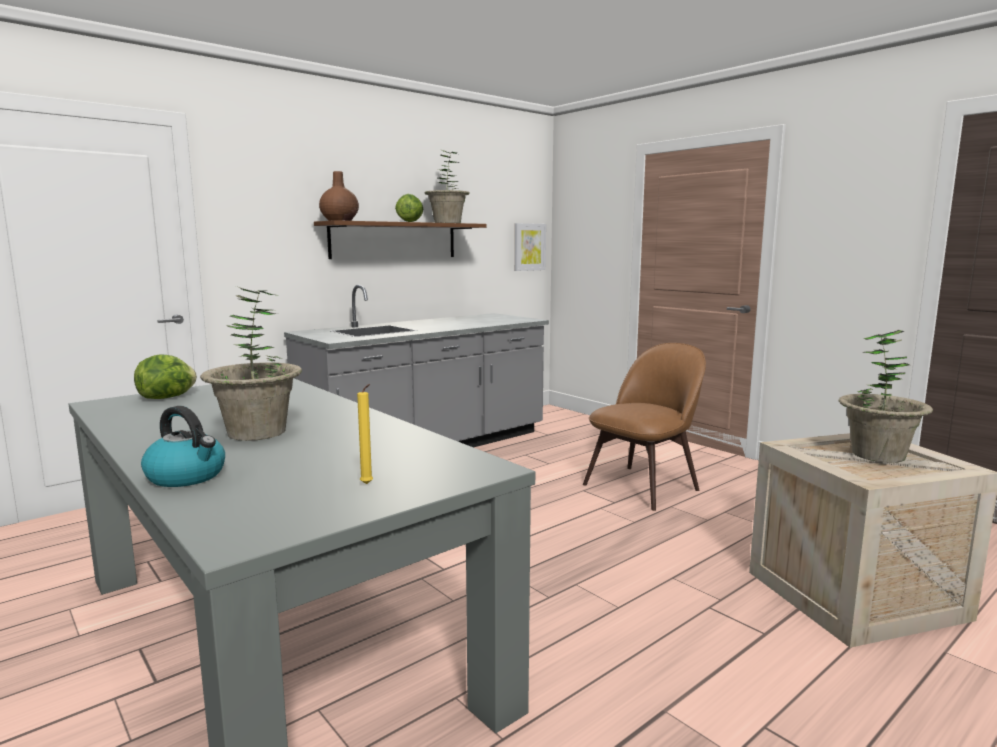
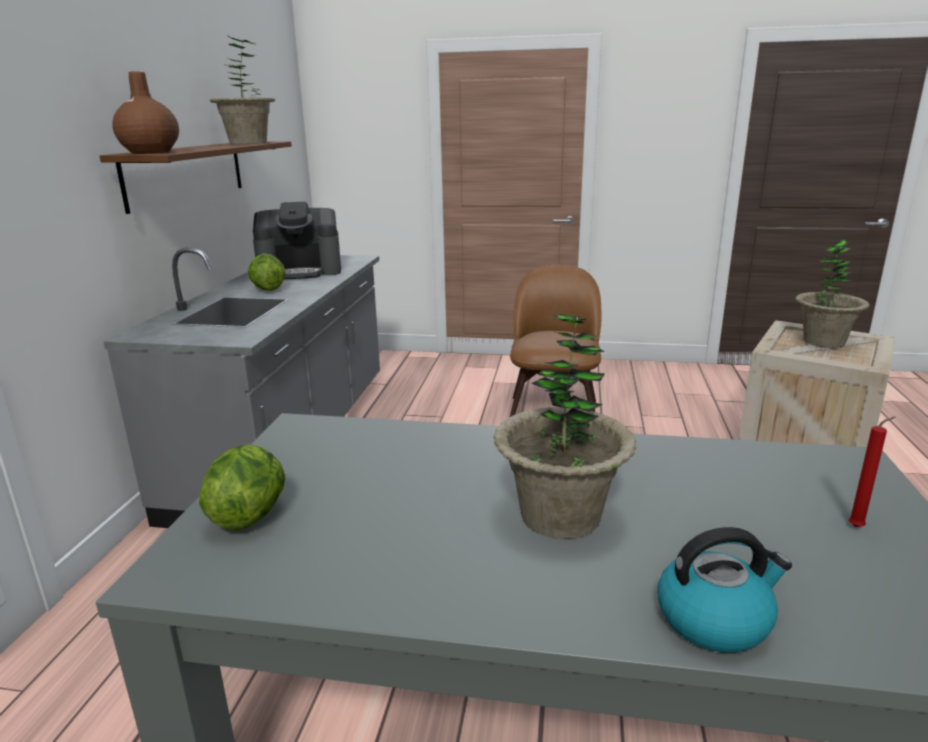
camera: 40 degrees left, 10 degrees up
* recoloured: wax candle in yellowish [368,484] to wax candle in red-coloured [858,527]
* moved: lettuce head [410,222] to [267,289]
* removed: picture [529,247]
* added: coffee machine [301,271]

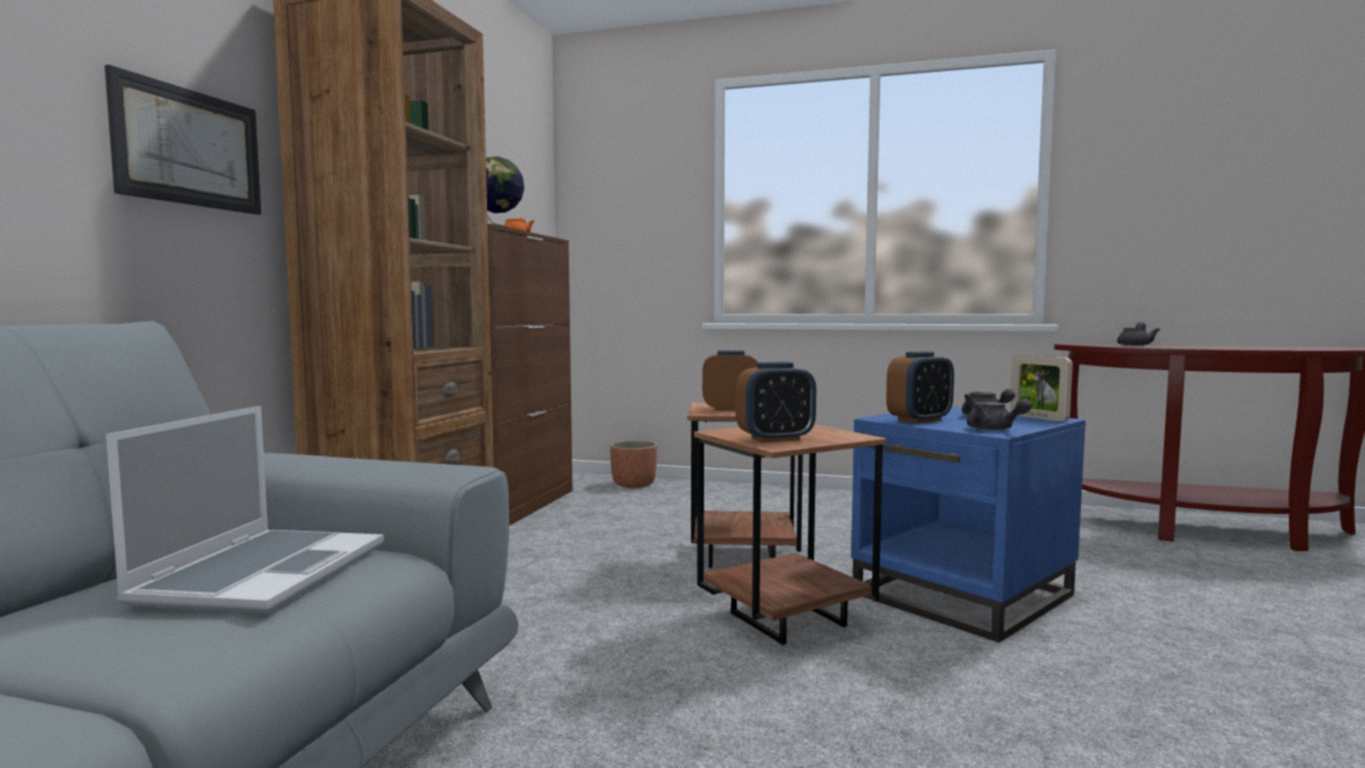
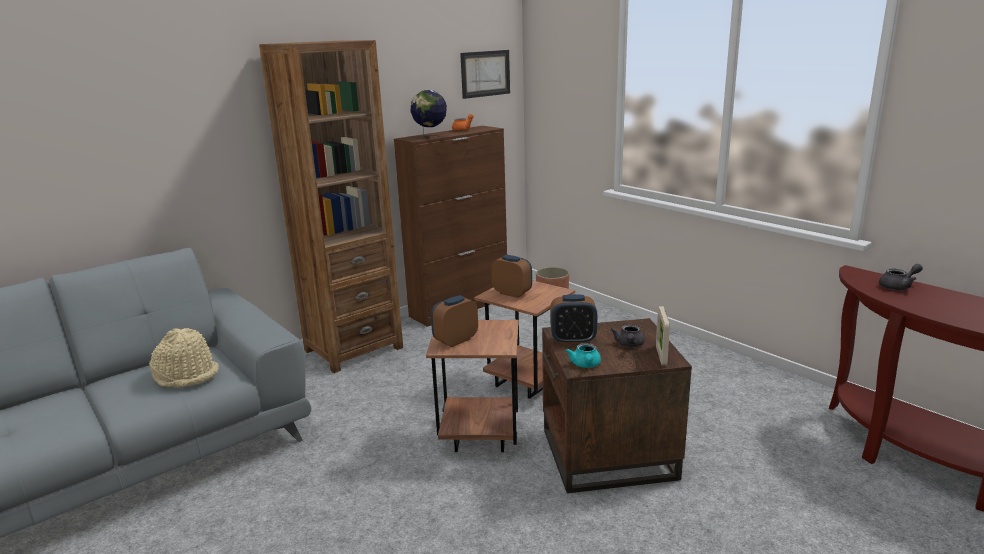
camera: 35 degrees right, 15 degrees up
* moved: picture [189,148] to [485,73]
* replaced: portable computer [263,572] to hat in beige [187,375]
* turned: table clock [775,439] = [455,340] 120 degrees clockwise
* recoloured: side table in blue [964,595] to side table in brown-coloured [608,455]
* recoloured: teapot in grey [994,429] to teapot in turquoise [585,365]

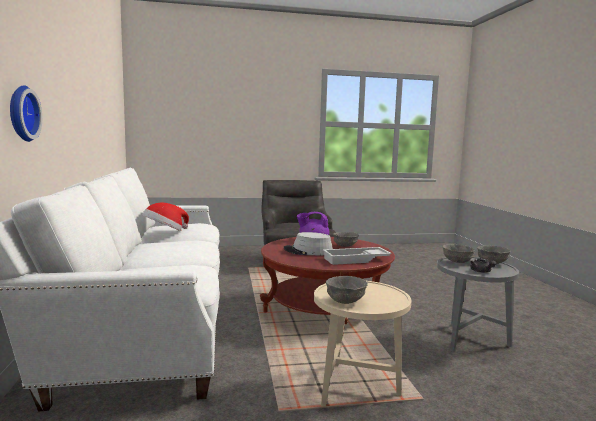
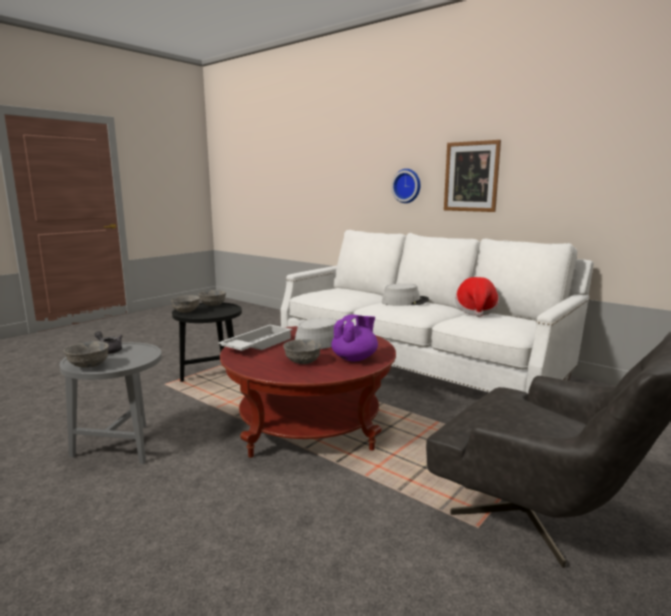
camera: 140 degrees right, 5 degrees up
* recoloured: side table in beige [356,388] to side table in blackish [211,377]
* moved: deep dish in grey [457,261] to [186,311]
* added: hat in grey [405,302]
* added: picture [471,176]

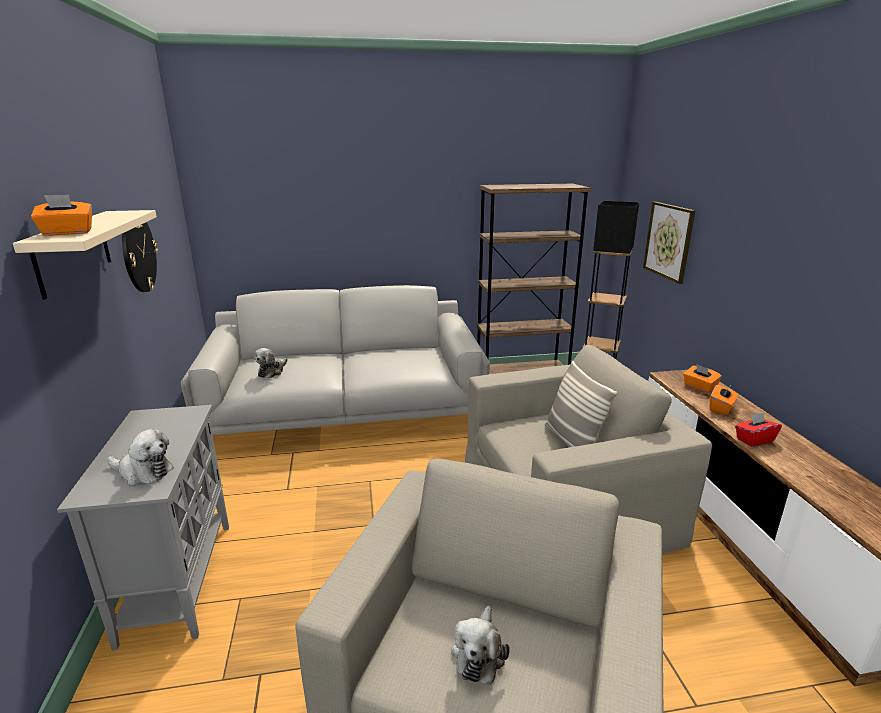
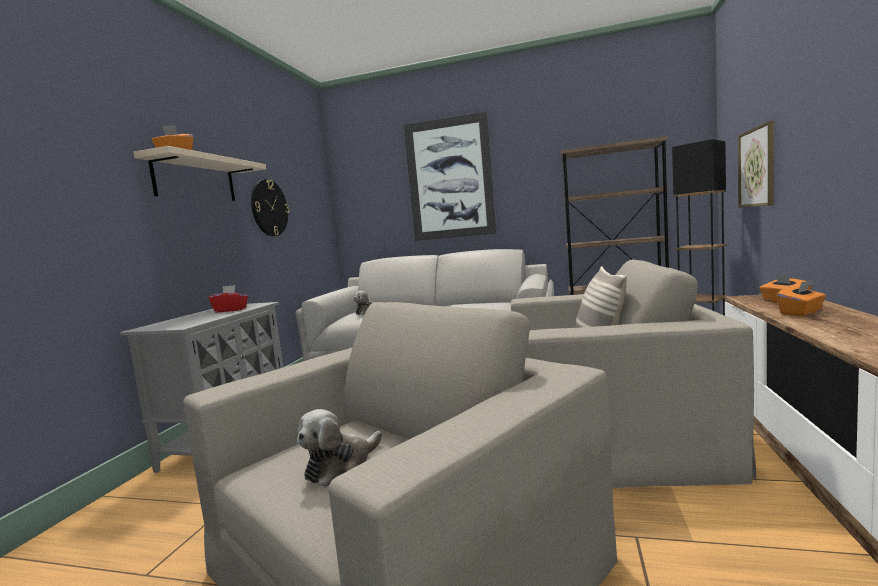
camera: 25 degrees right, 15 degrees down
* removed: plush toy [143,472]
* moved: tissue box in red-coloured [754,440] to [231,310]
* added: picture [449,179]

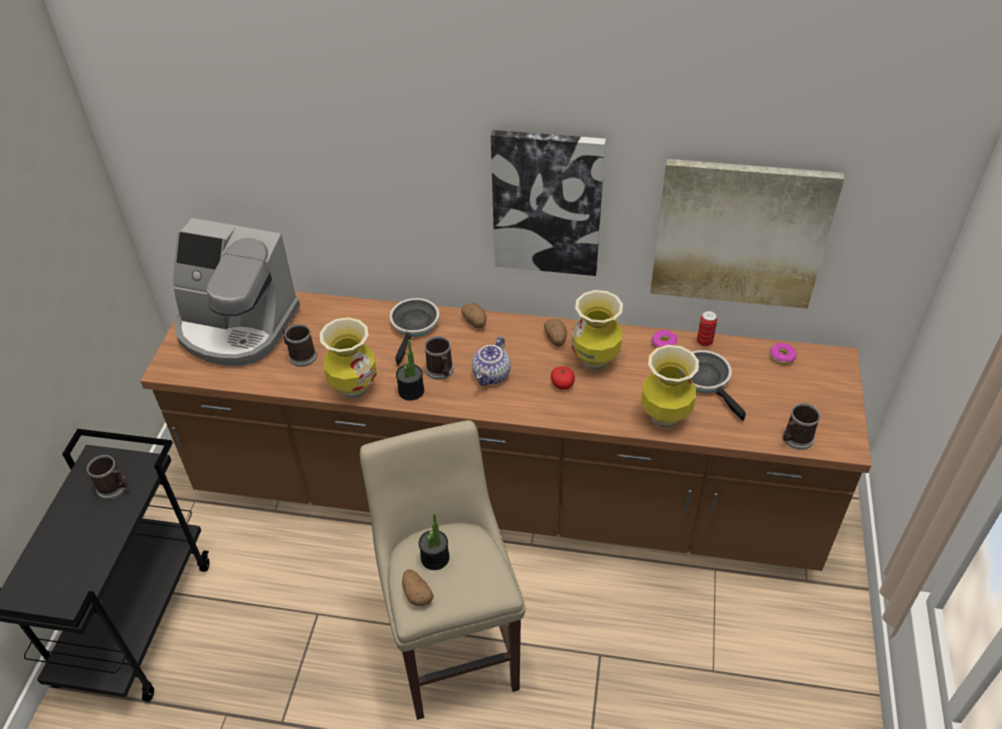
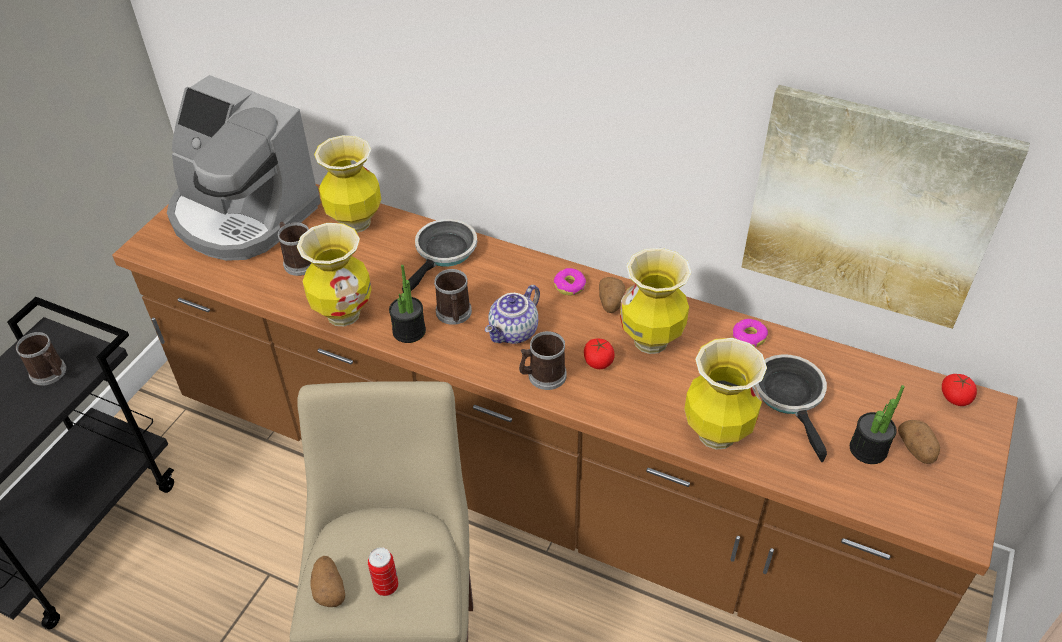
camera: 15 degrees right, 0 degrees up
* moved: houseplant [435,558] to [868,449]
* moved: whole potato [475,322] to [916,450]
* removed: picture [547,203]
* moved: sealed can [704,342] to [386,586]
* moved: donut [782,357] to [569,286]
* moved: tea mug [795,439] to [542,376]
* added: decorative vase [355,223]
* added: whole tomato [955,397]

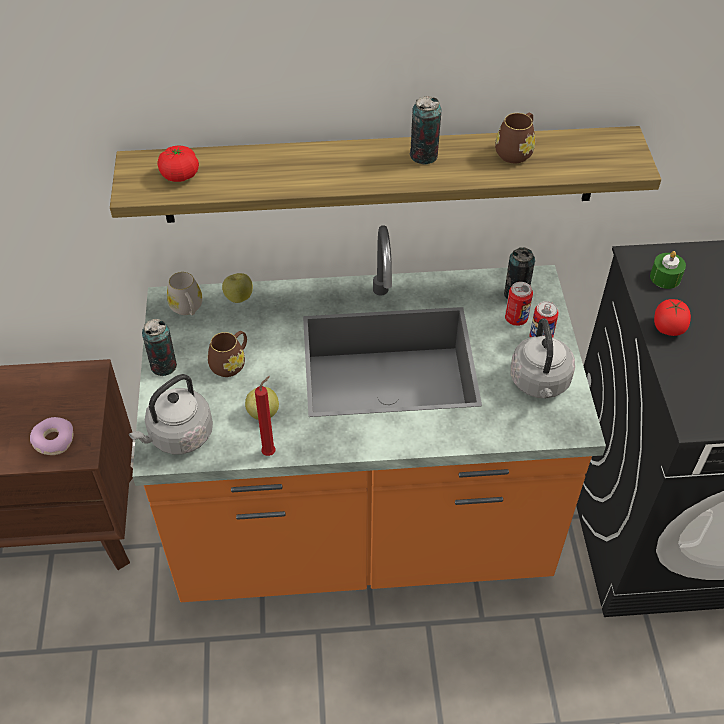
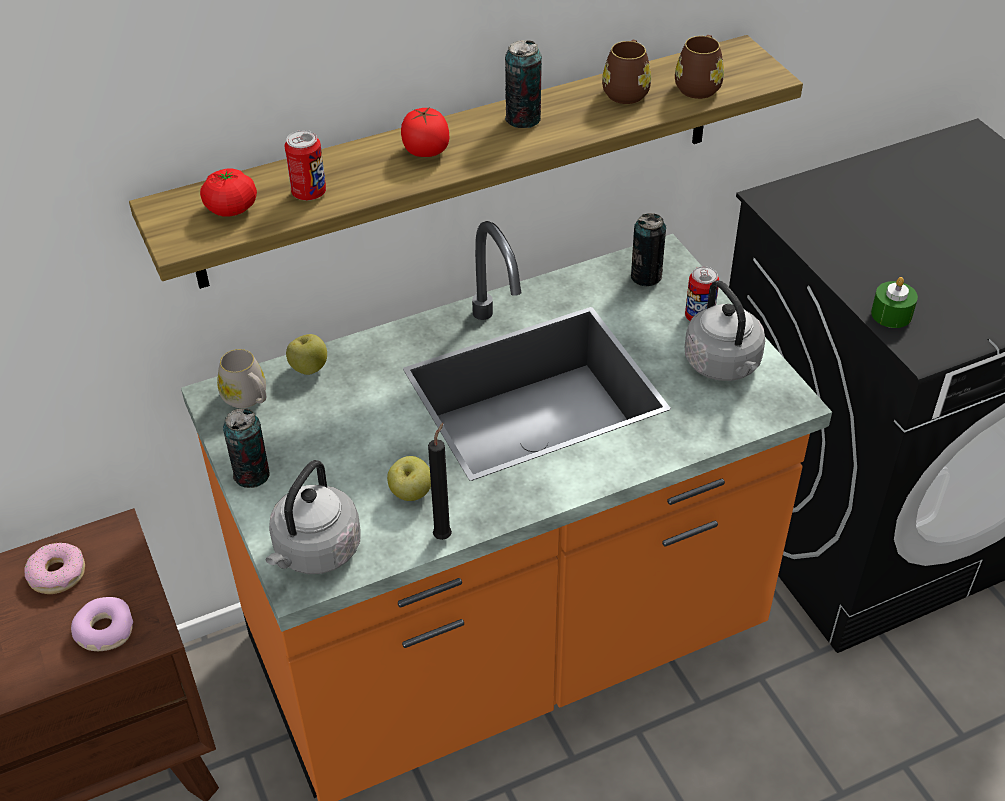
camera: 20 degrees left, 5 degrees down
* moved: tea mug in brown-coloured [231,363] to [699,85]
* recoloured: wax candle in red-coloured [270,452] to wax candle in blackish [444,535]
* moved: sealed can [516,319] to [309,193]
* moved: wax candle in green-coloured [665,277] to [891,314]
* moved: whole tomato [668,328] to [425,150]
* added: donut [57,574]

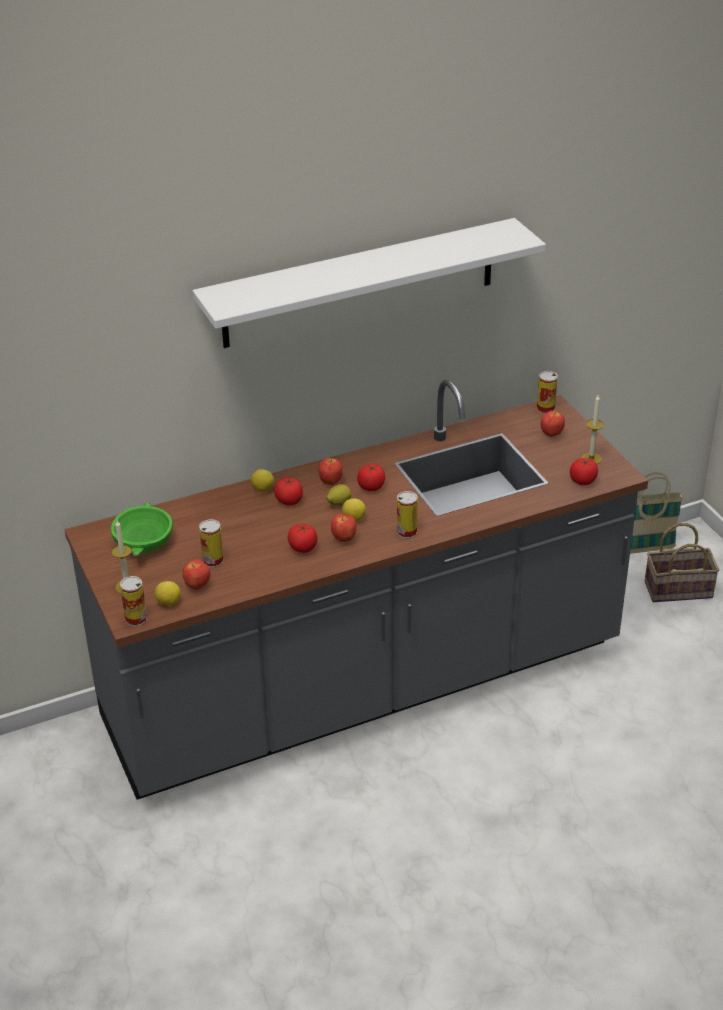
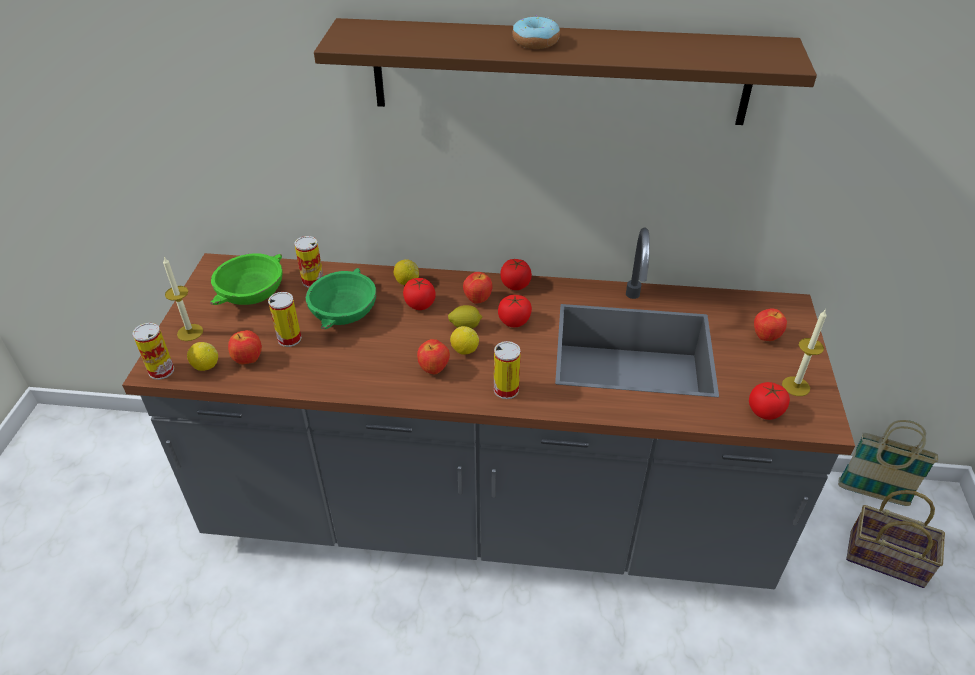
camera: 30 degrees right, 5 degrees up
* recoloured: bracket shelf in white [360,283] to bracket shelf in brown-coloured [559,72]
* moved: whole tomato [303,548] to [515,285]
* moved: sealed can [545,409] to [313,281]
* added: deep dish in green-coloured [343,311]
* added: donut [535,42]

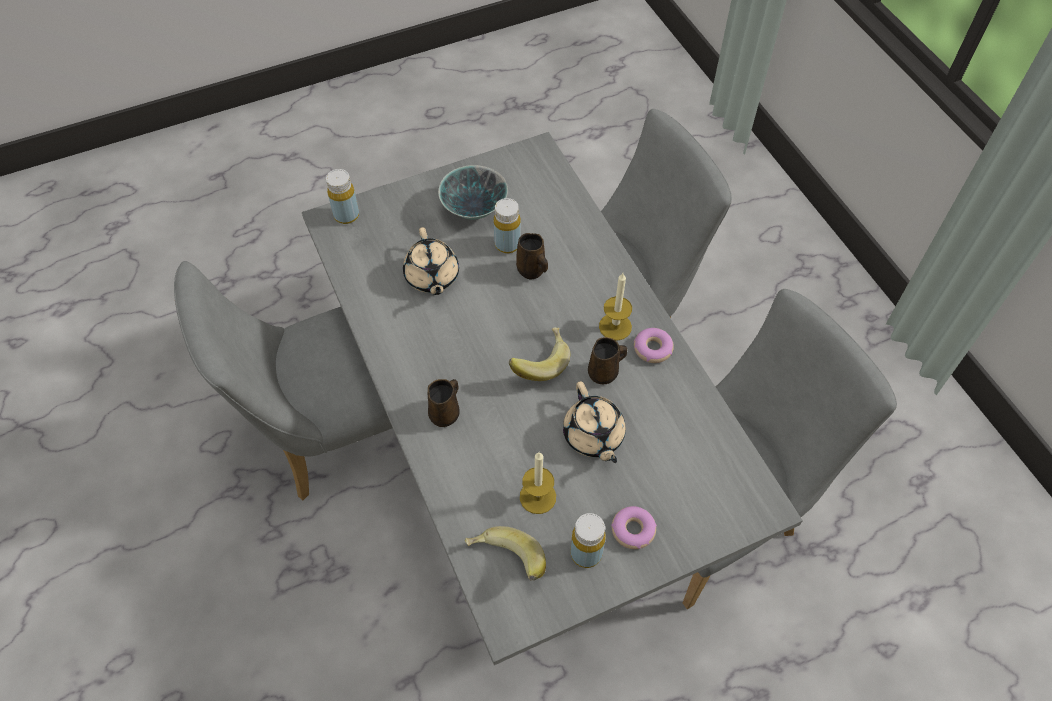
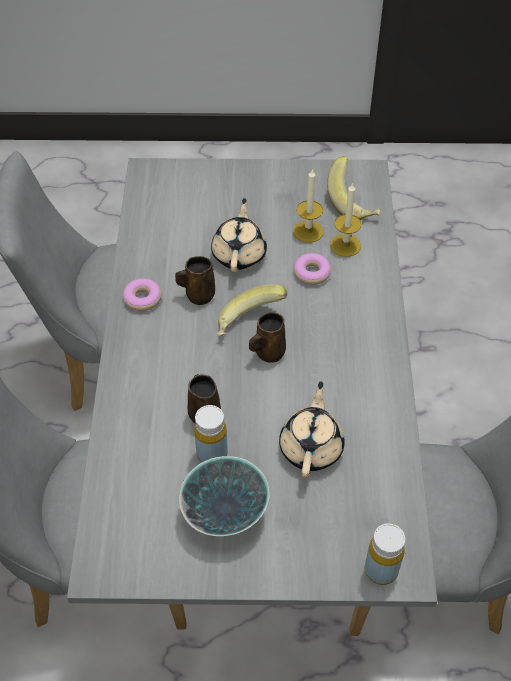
camera: 155 degrees left, 5 degrees down
* moved: tea mug in brown-coloured [445,414] to [268,353]
* removed: beverage bottle in yellowish [586,553]
* moved: wax candle [615,326] to [345,245]
* moved: donut [633,530] to [311,273]

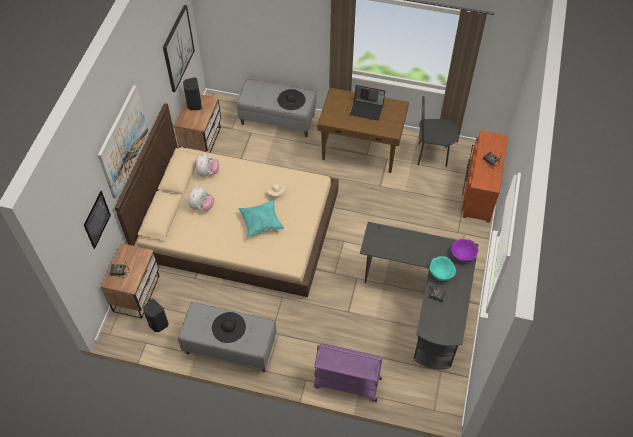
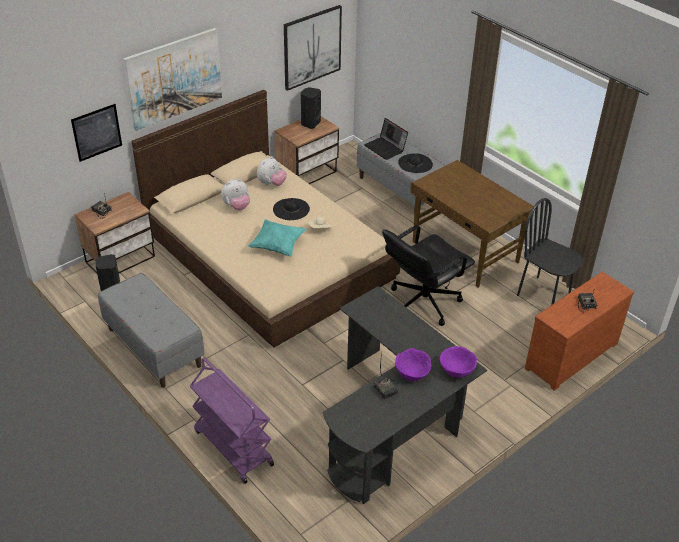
camera: 35 degrees right, 15 degrees down
* moved: hat in blackish [228,327] to [291,209]
* moved: portable computer [367,109] to [386,148]
* recoloured: deep dish in turquoise [441,273] to deep dish in purple [412,372]
* added: computer chair in blackish [423,302]

